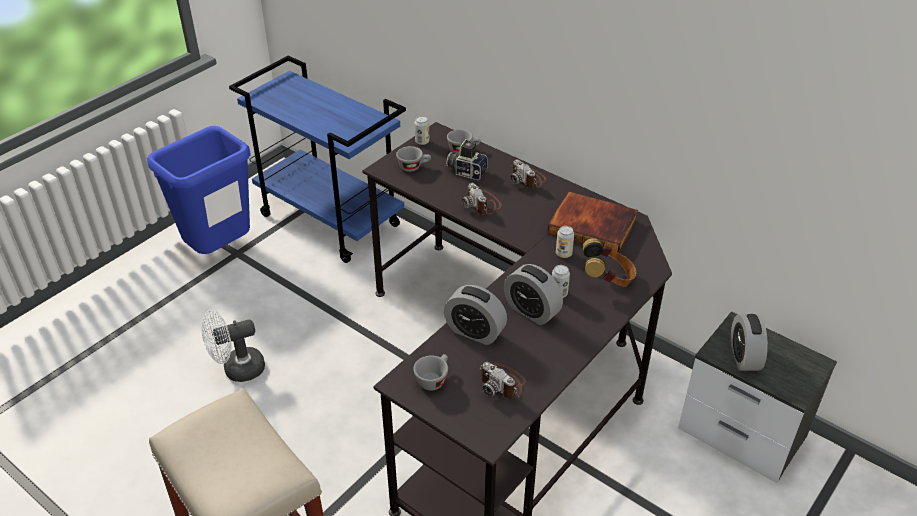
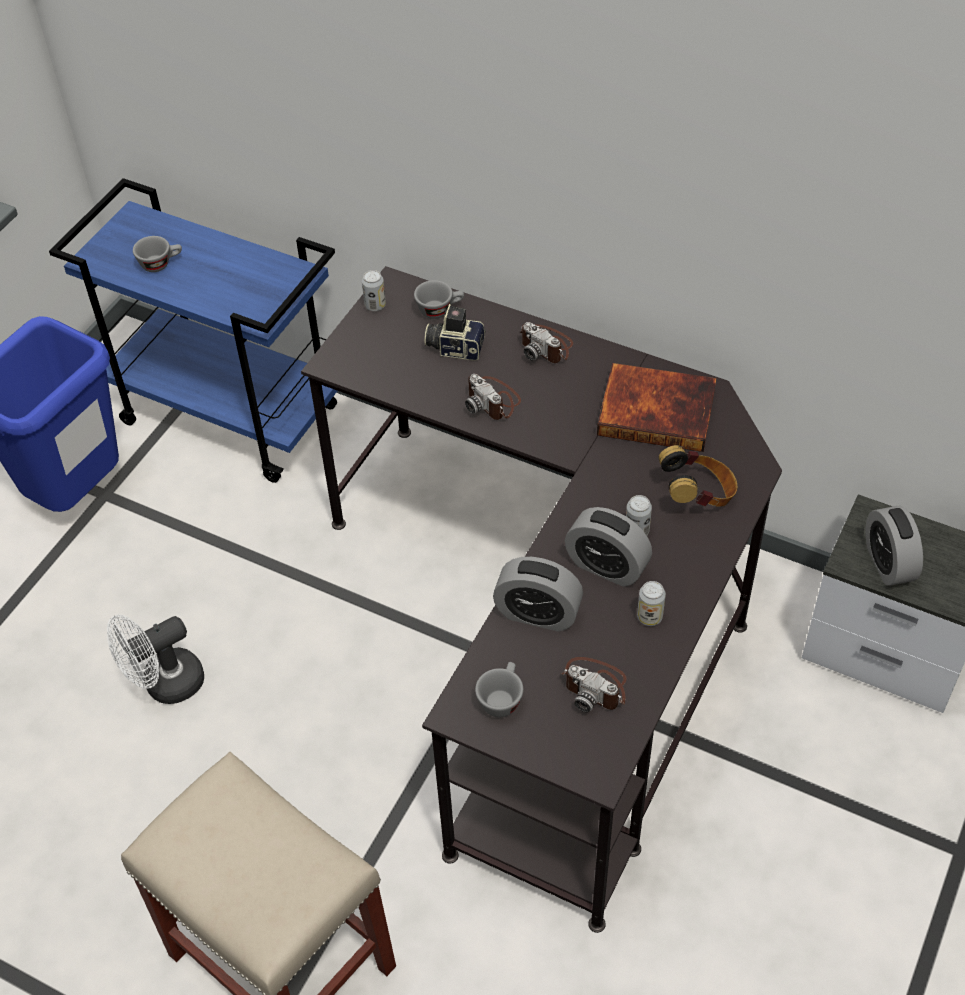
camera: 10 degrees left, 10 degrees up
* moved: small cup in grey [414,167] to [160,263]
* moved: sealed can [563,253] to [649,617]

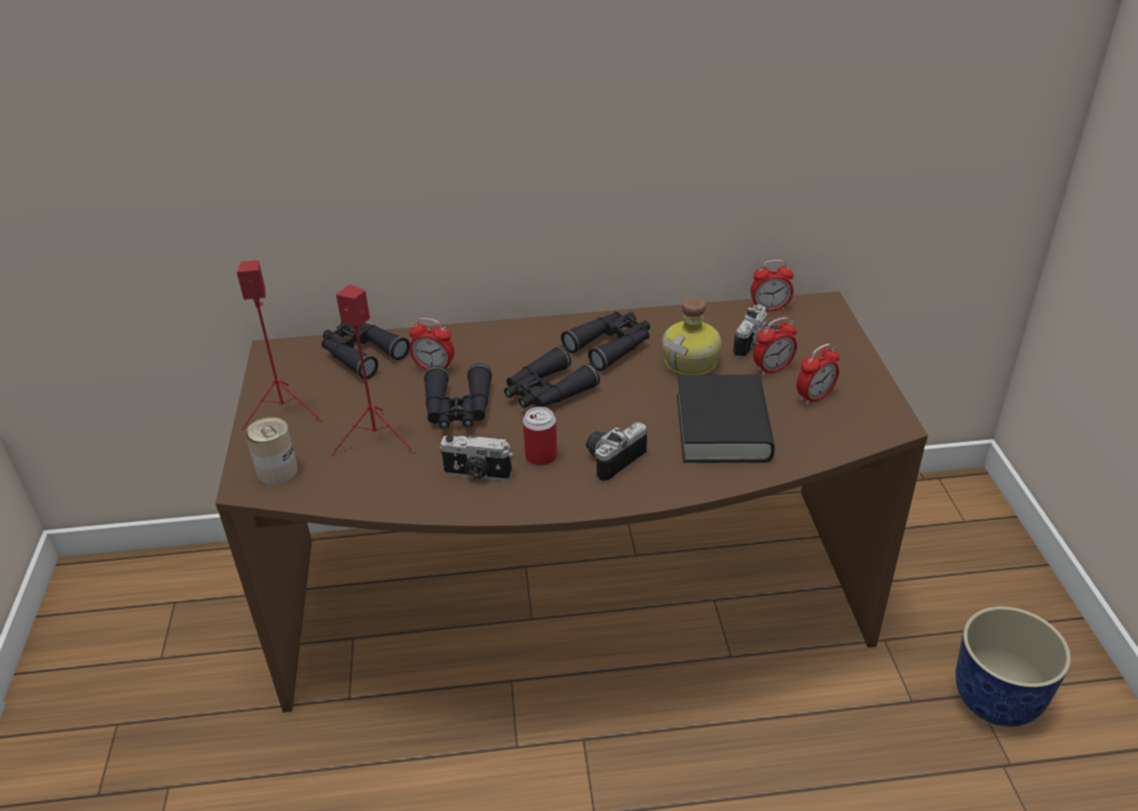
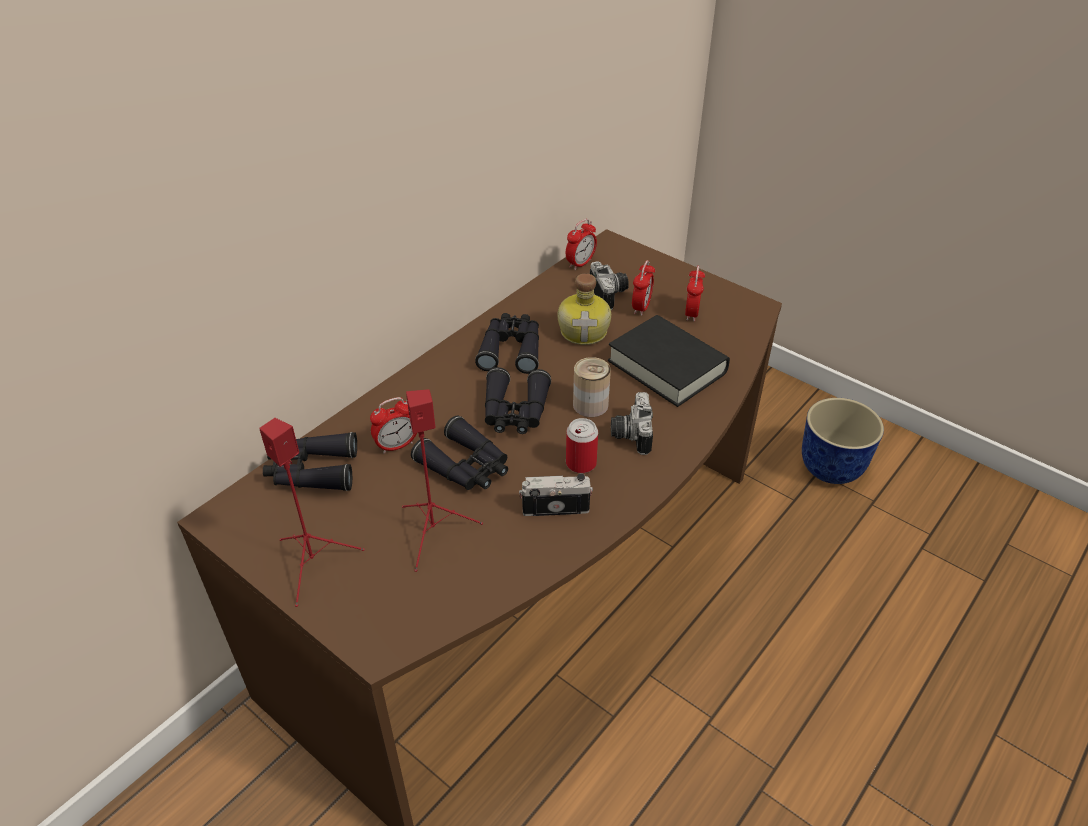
camera: 45 degrees left, 5 degrees up
* moved: sealed can [277,471] to [590,405]
* turned: still camera [477,474] = [555,507] 150 degrees counterclockwise

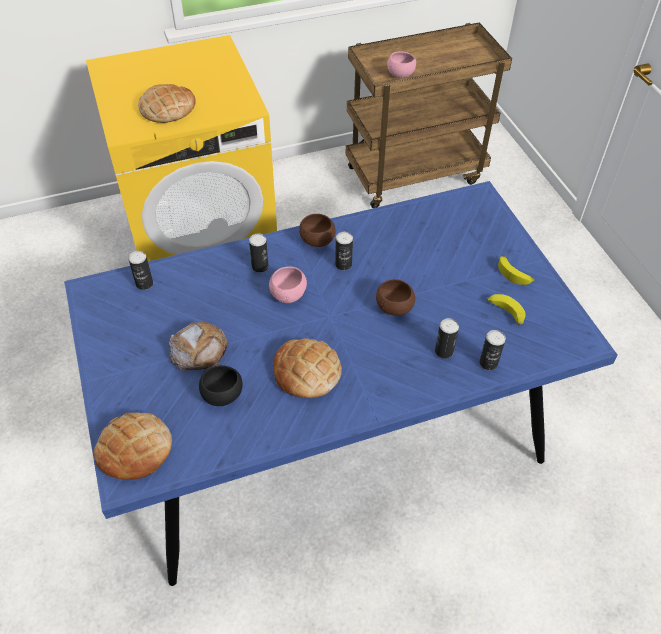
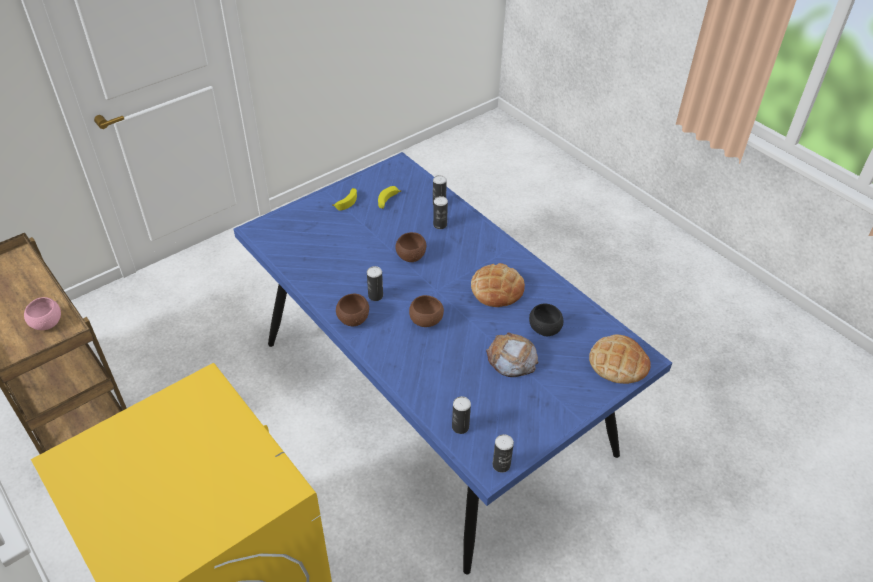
camera: 110 degrees left, 5 degrees down
* removed: bread [167,108]
* moved: sealed can [260,266] to [501,465]
* recoloured: deep dish in pink [288,295] to deep dish in brown-coloured [426,321]

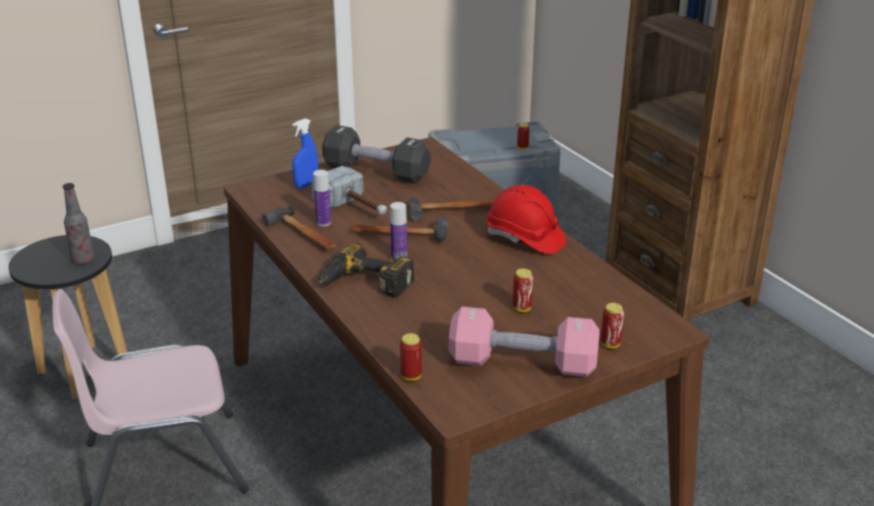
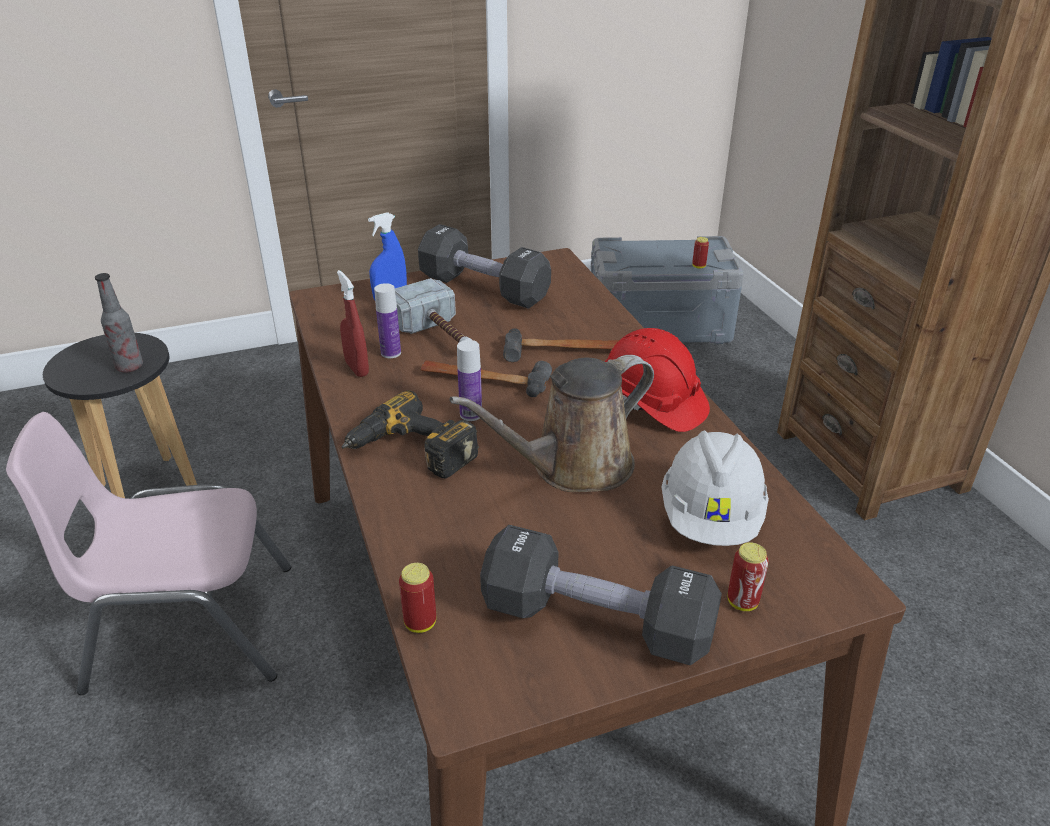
camera: 10 degrees right, 5 degrees up
* replaced: tool hammer [302,235] to sprayer in red-coloured [357,368]
* recoloured: hand weight in pink [522,363] to hand weight in blackish [596,621]
* removed: sealed can [522,308]
* added: sprinkling can in brown-coloured [573,467]
* added: work helmet in white [711,517]

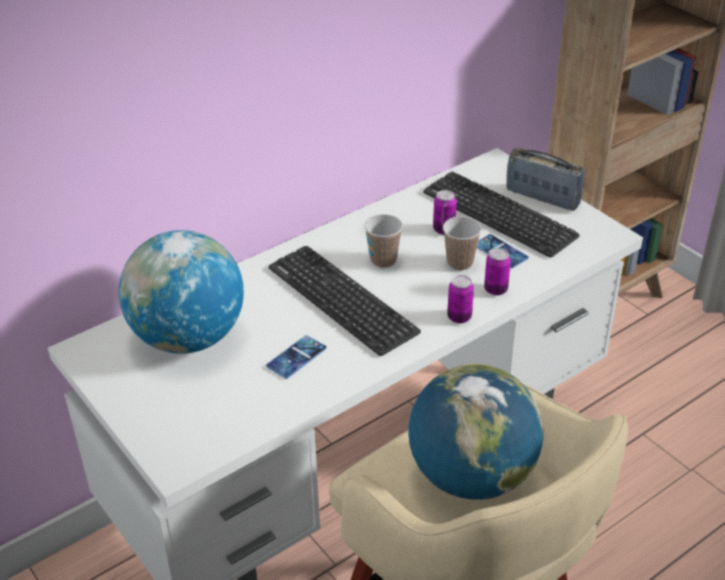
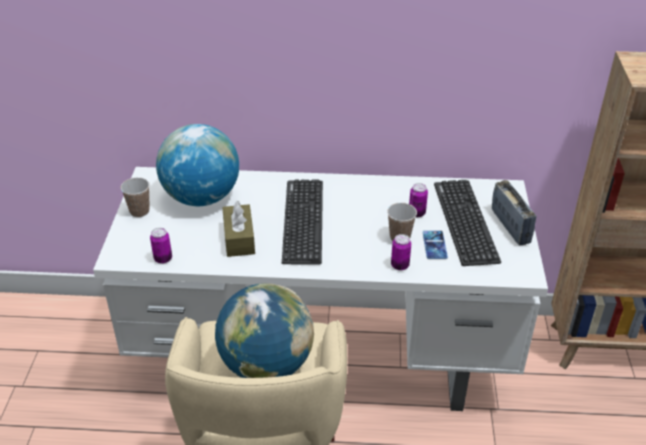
camera: 40 degrees right, 0 degrees up
* replaced: handset [296,357] to tissue box in brown-coloured [239,238]
* moved: small cup [383,260] to [139,211]
* moved: sealed can [459,317] to [163,259]

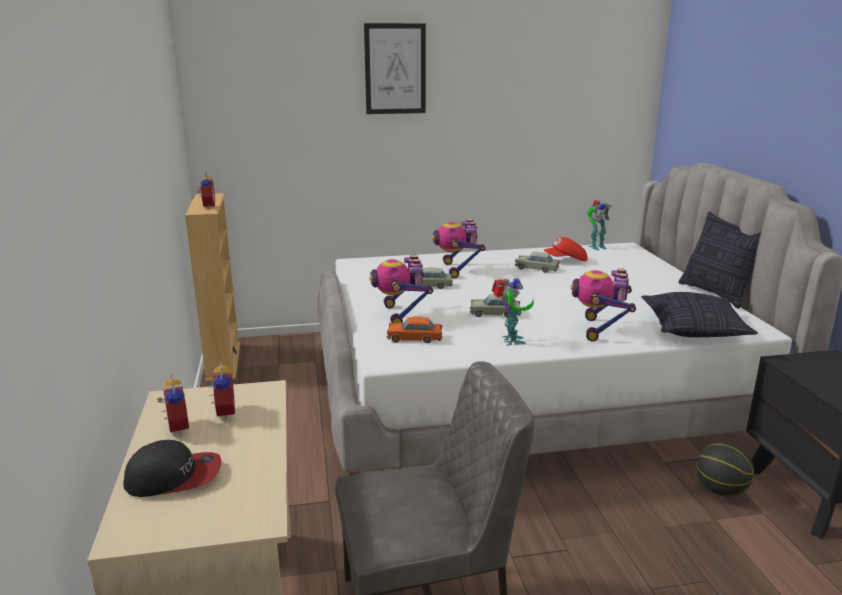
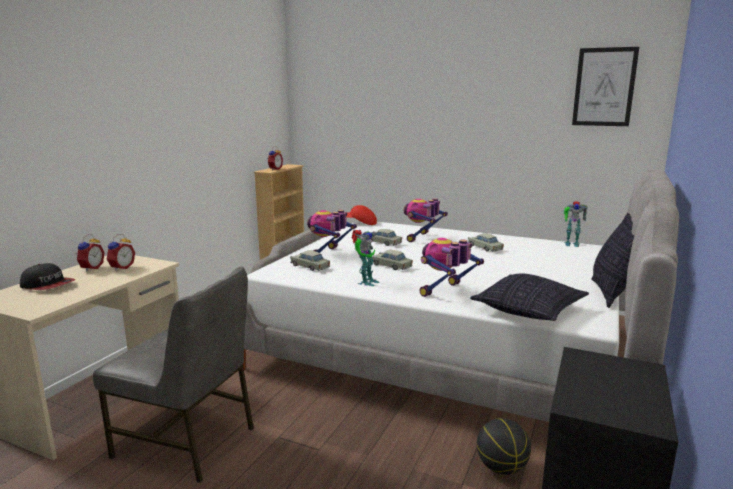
camera: 35 degrees right, 5 degrees down
* moved: picture [395,69] to [604,87]
* recoloured: model car in orangey [414,338] to model car in beige [310,267]
* moved: peaked cap in red-coloured [566,261] to [360,223]

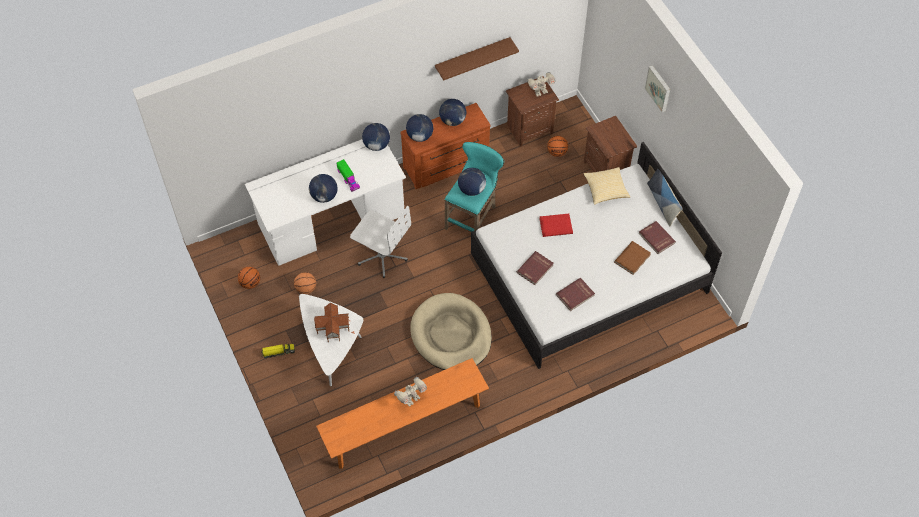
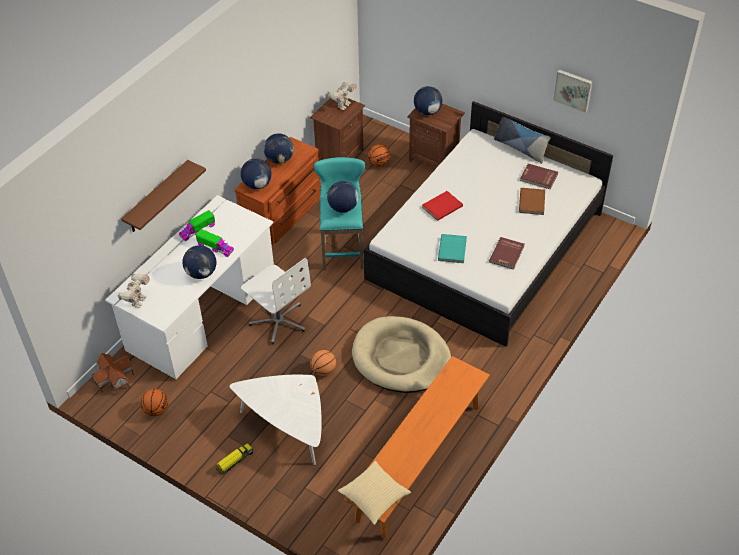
camera: 30 degrees left, 10 degrees down
* moved: ball for basketball [306,288] to [323,371]
* moved: model house [332,327] to [114,379]
* turned: computer chair in white [382,256] = [278,321] 45 degrees clockwise
* moved: globe [376,145] to [427,112]
* moved: model robot [411,399] to [137,301]
* moved: bracket shelf in brown-coloured [472,58] to [157,198]
* recoloured: book in red-coloured [535,269] to book in turquoise [453,249]
* moved: pillow [605,189] to [374,497]
* moved: picture [659,88] to [573,90]
* added: toy lorry [197,230]

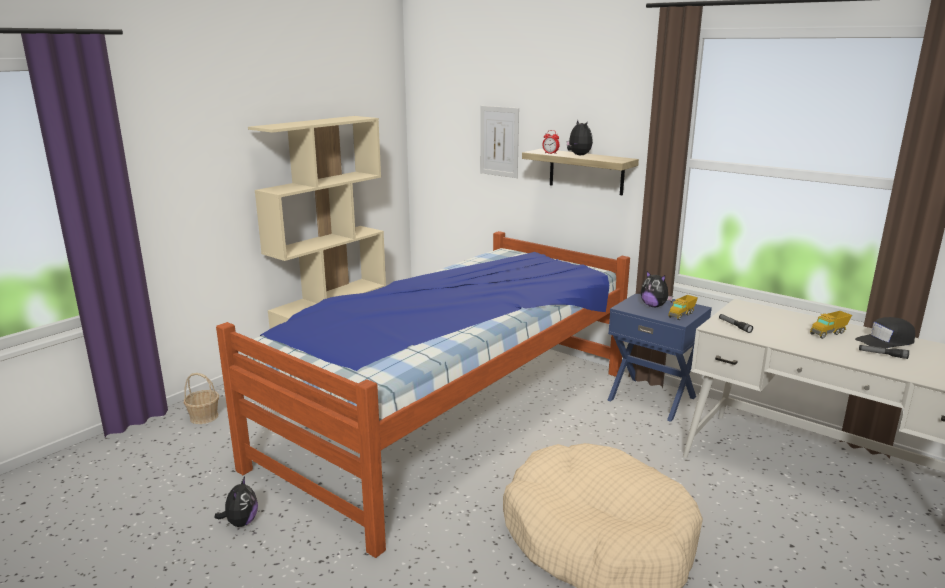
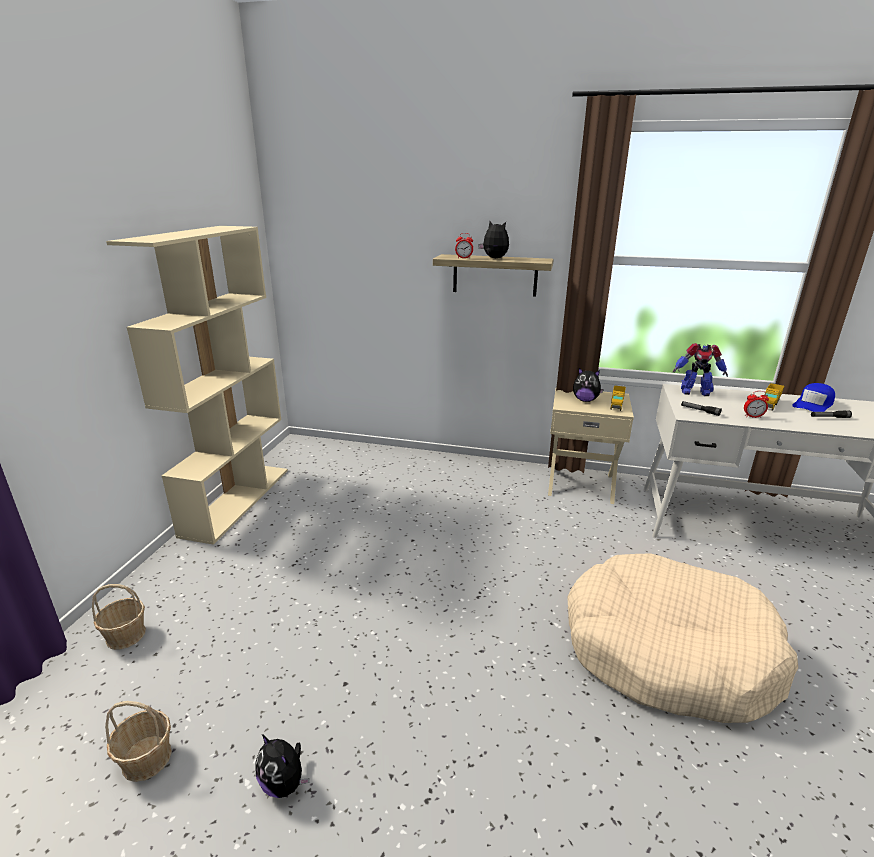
camera: 25 degrees left, 5 degrees up
* turned: plush toy [241,522] = [284,783] 150 degrees clockwise
* removed: bed [451,415]
* removed: picture [499,141]
* recoloured: night table in blue [652,398] to night table in beige [580,484]
* recoloured: peaked cap in blackish [885,341] to peaked cap in blue [813,404]
* added: household basket [146,758]
* added: model robot [694,392]
* added: table clock [753,416]

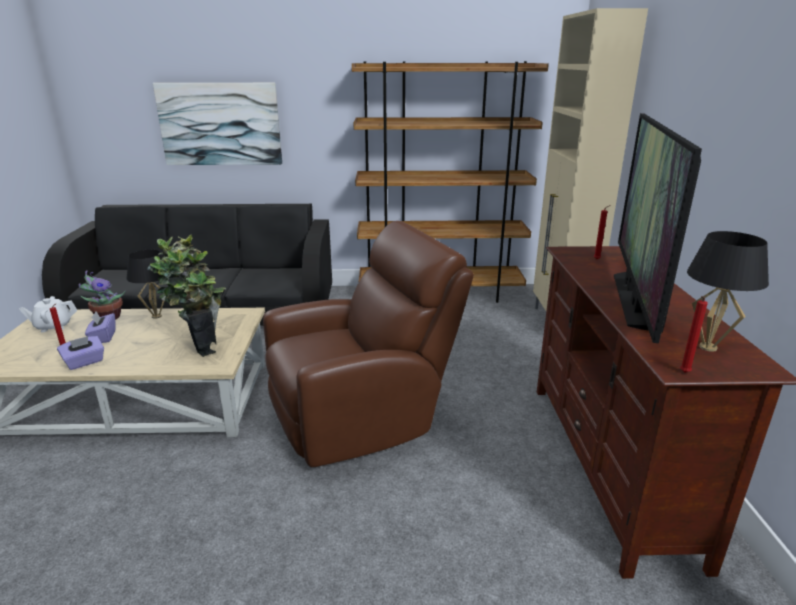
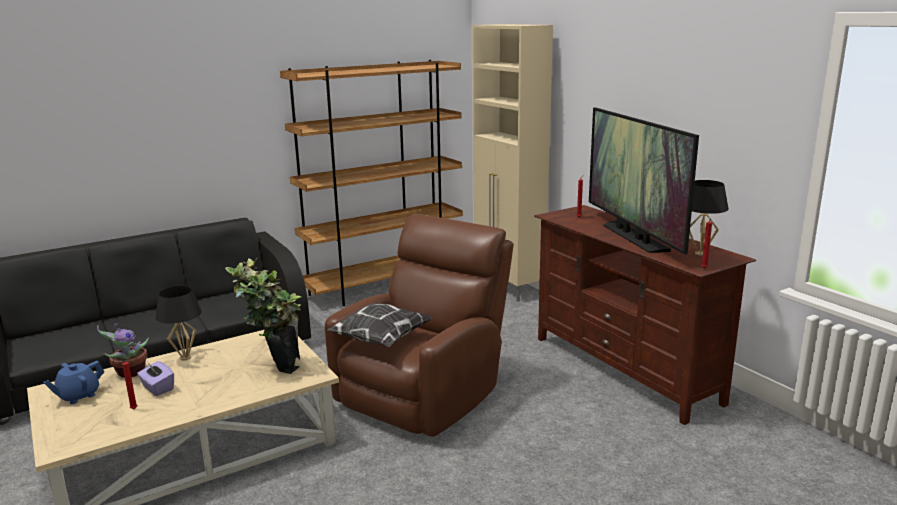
camera: 30 degrees left, 5 degrees down
* recoloured: teapot in white [53,326] to teapot in blue [78,396]
* removed: tissue box in purple [84,362]
* removed: picture [220,124]
* added: pillow [381,339]

